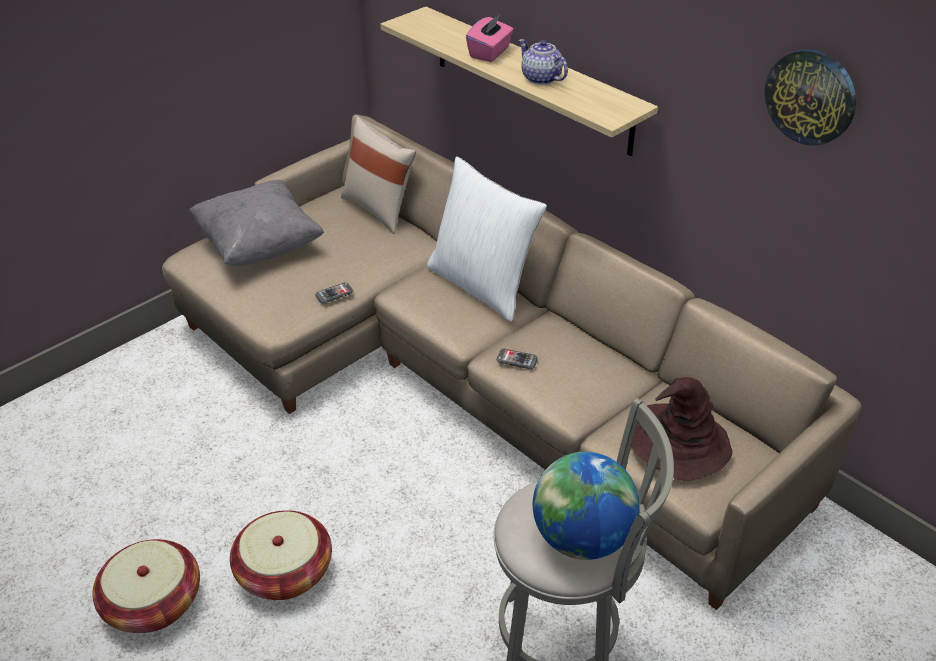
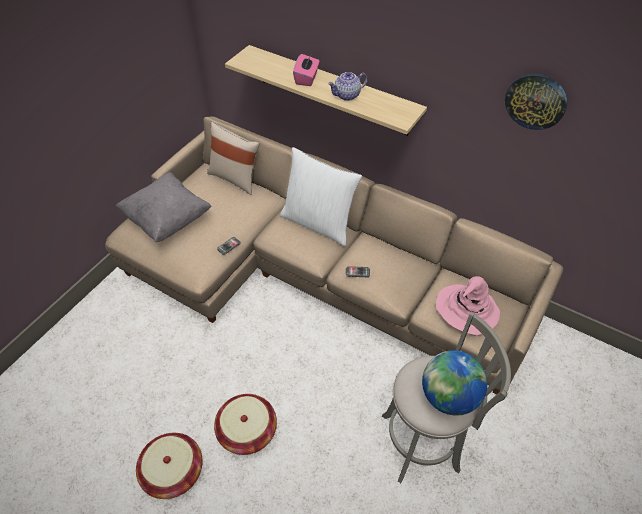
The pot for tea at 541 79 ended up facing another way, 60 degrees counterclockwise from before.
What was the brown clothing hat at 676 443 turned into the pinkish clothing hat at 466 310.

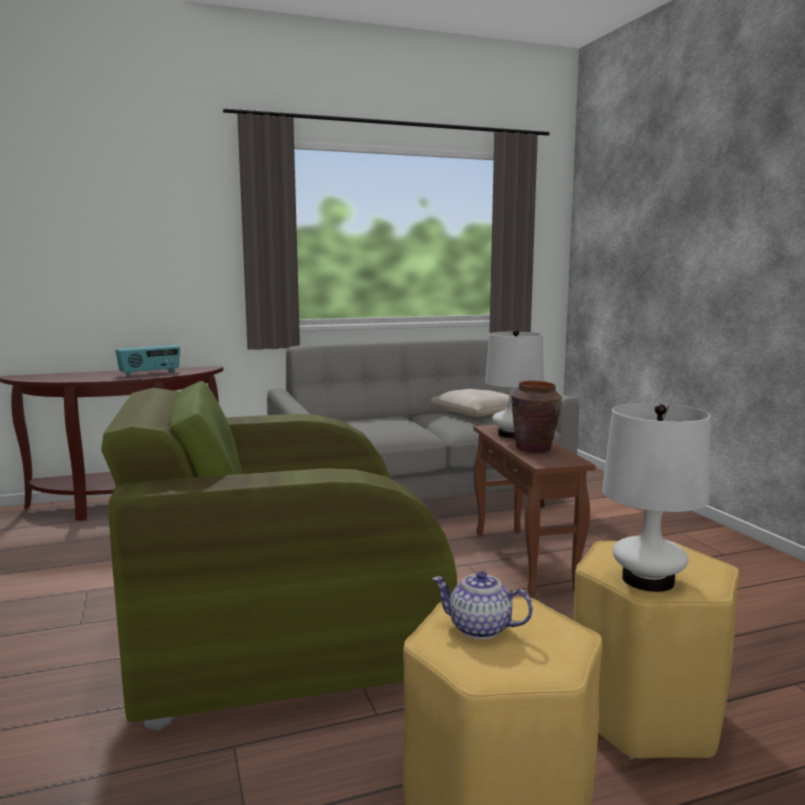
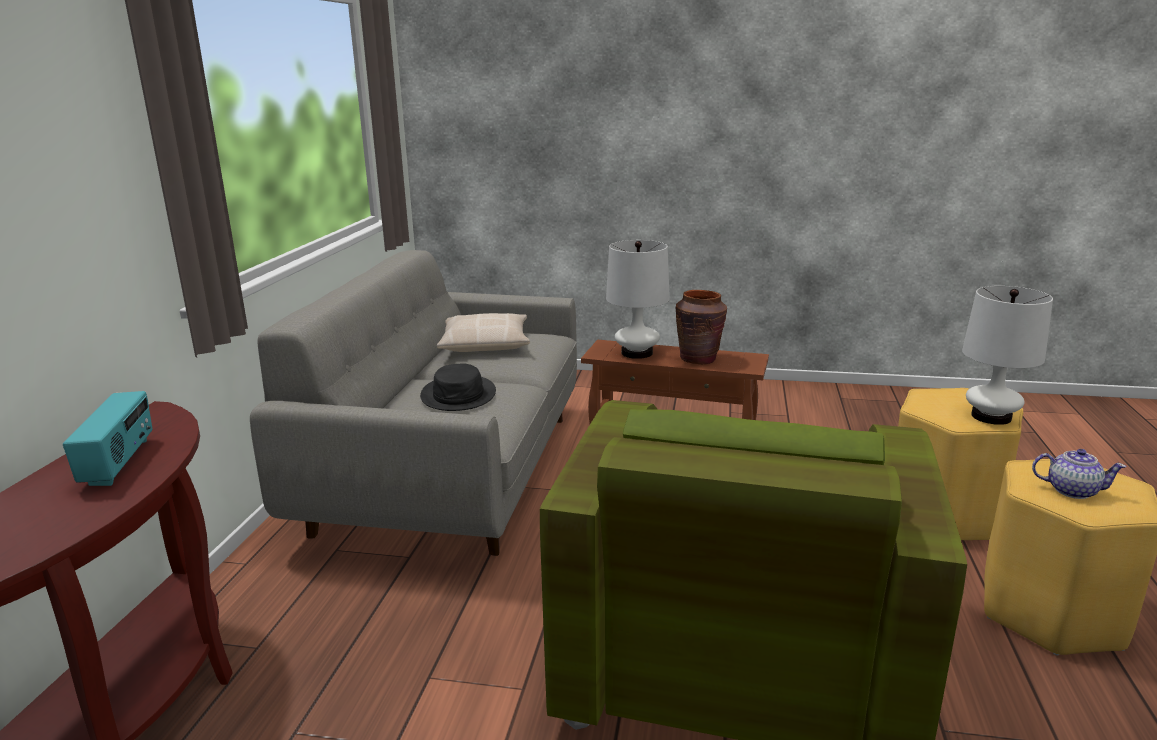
The pot for tea at 480 629 ended up facing another way, 120 degrees counterclockwise from before.
The second view gained the blackish clothing hat at 458 395.

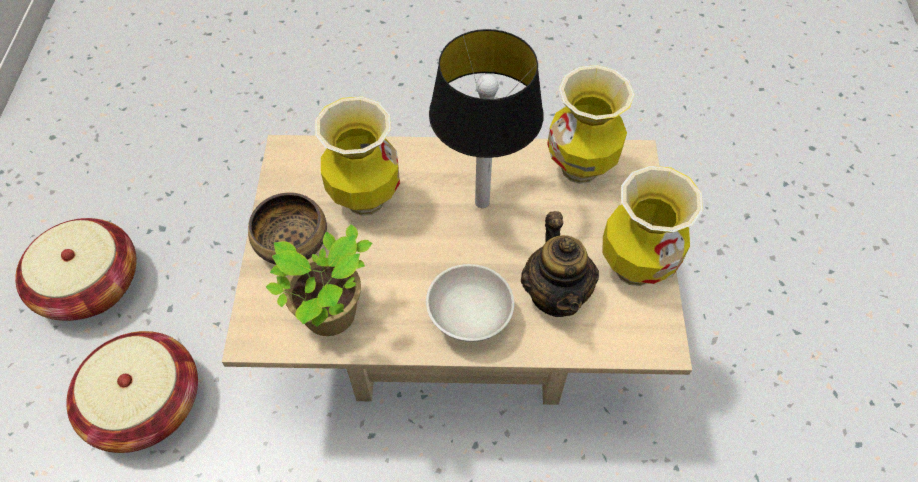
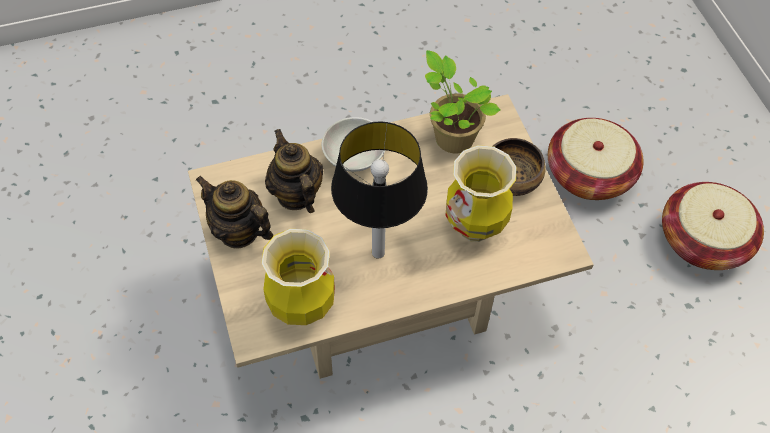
Where the vase stood at 634 267, the pot for tea came to stand at 238 231.

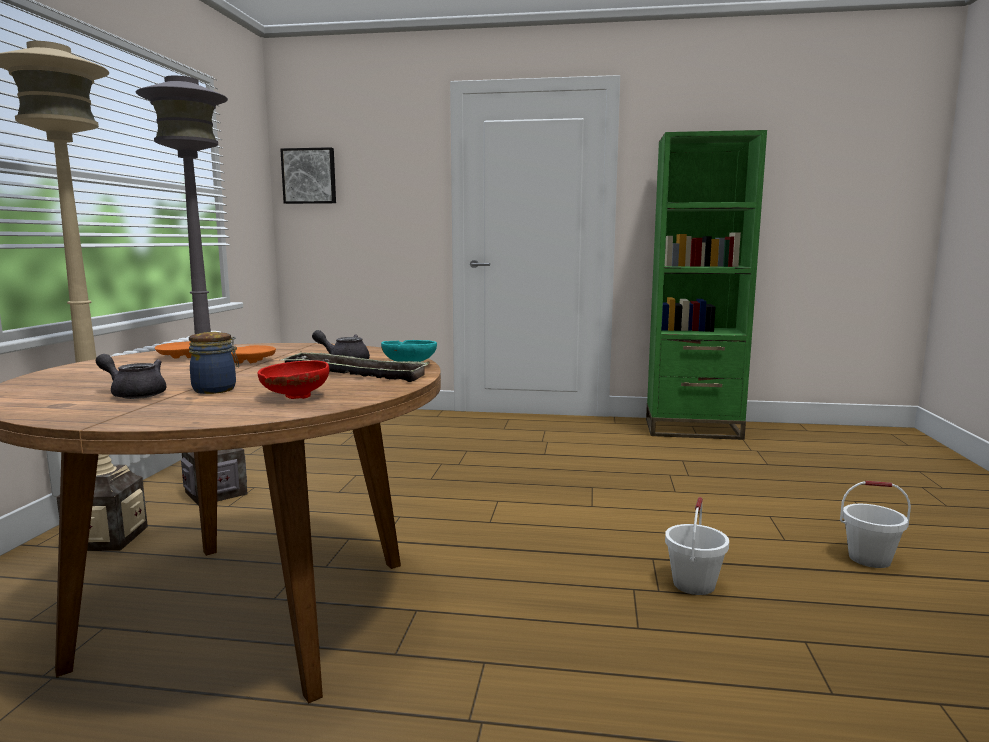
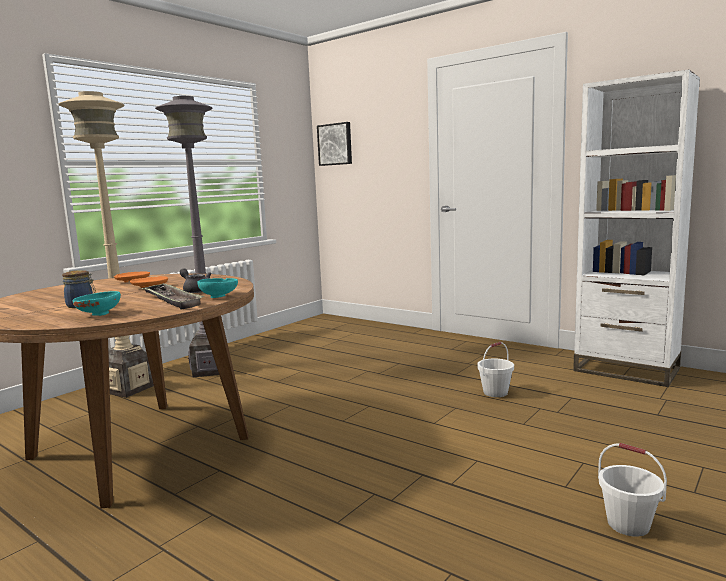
The second view lost the greyish pot for tea at 134 394.
What was the red-coloured serving bowl at 294 397 turned into the turquoise serving bowl at 98 314.
What was the greenish shelving unit at 692 429 turned into the whitish shelving unit at 626 370.
The whitish bucket ended up elsewhere, having gone from 693 584 to 495 392.

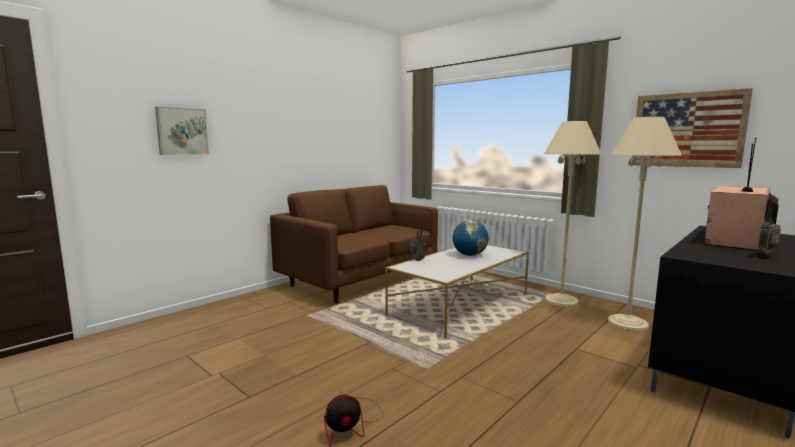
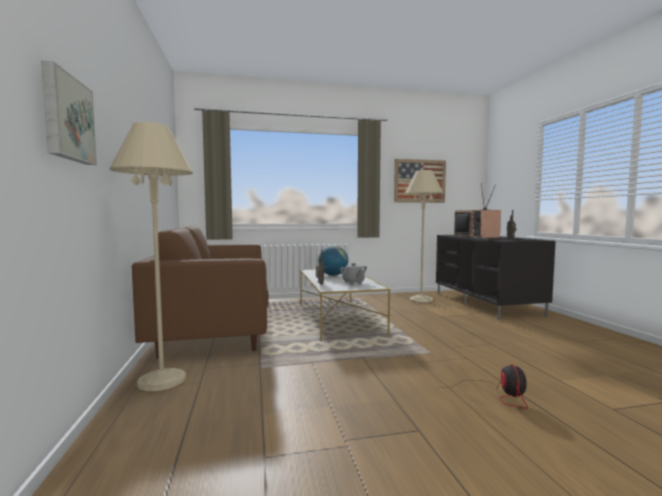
The sand-coloured standard lamp ended up elsewhere, having gone from 561 300 to 161 380.
The second view gained the greyish pot for tea at 353 283.

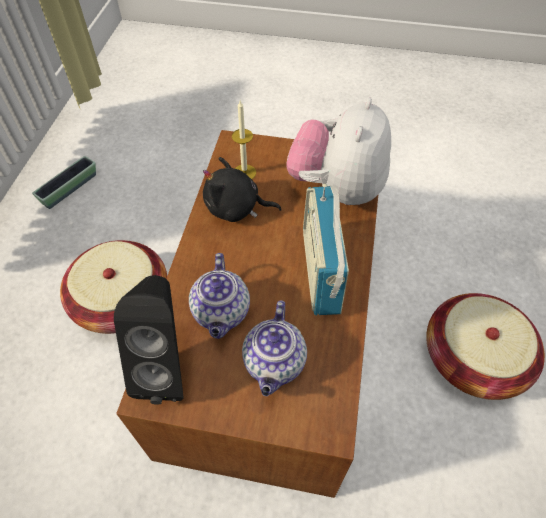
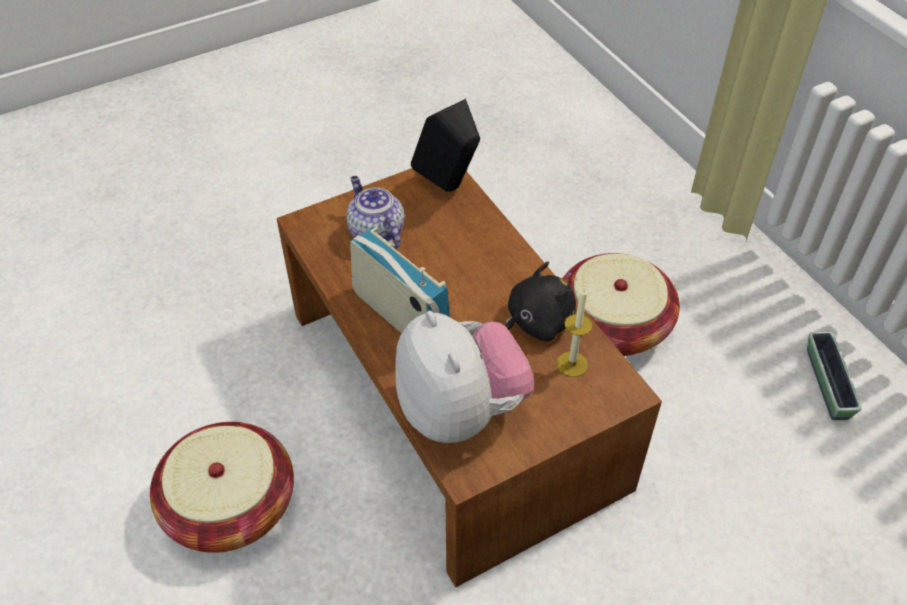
The second view lost the pot for tea at 222 313.

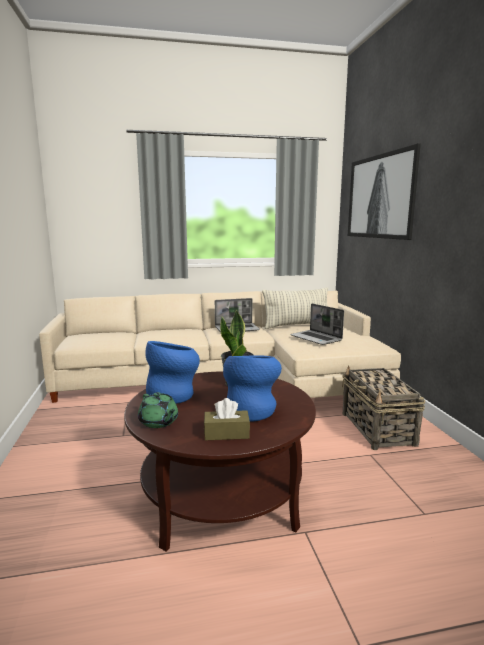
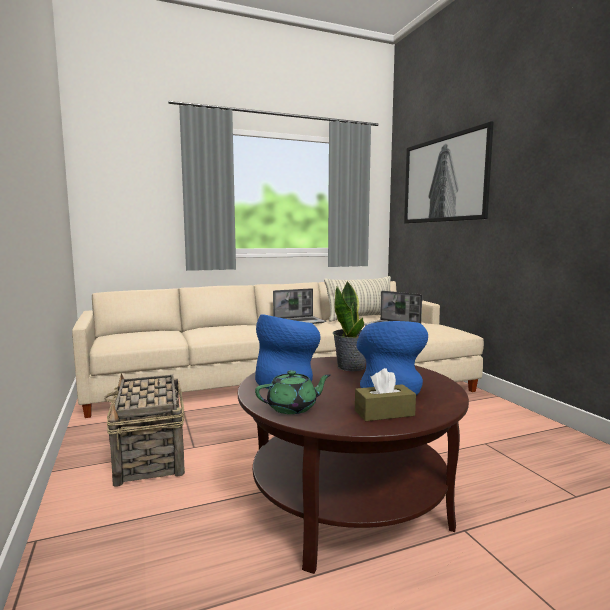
The greenish pot for tea at 159 422 ended up facing another way, 60 degrees counterclockwise from before.
The household basket ended up elsewhere, having gone from 378 429 to 150 456.

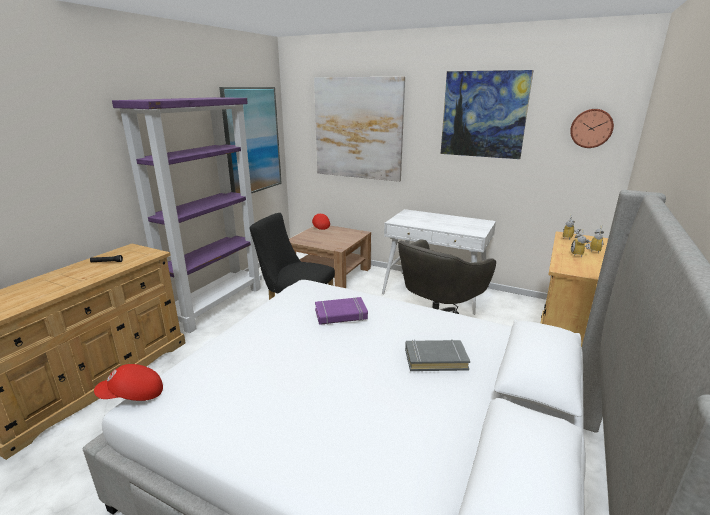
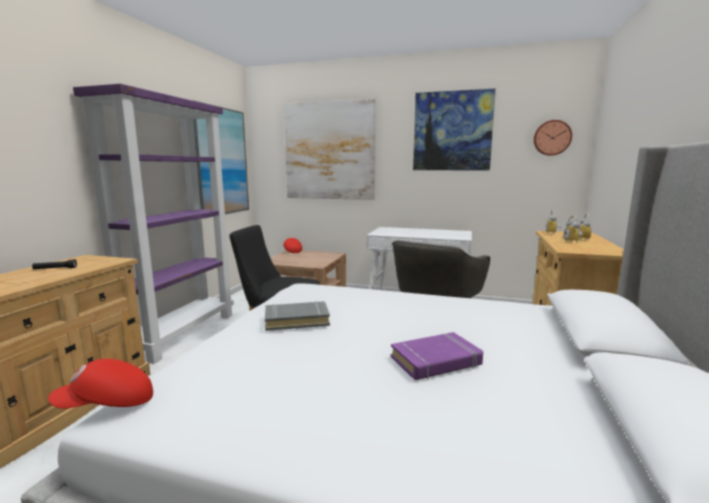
The purple-coloured book ended up elsewhere, having gone from 341 314 to 436 361.
The greyish book ended up elsewhere, having gone from 435 359 to 297 320.

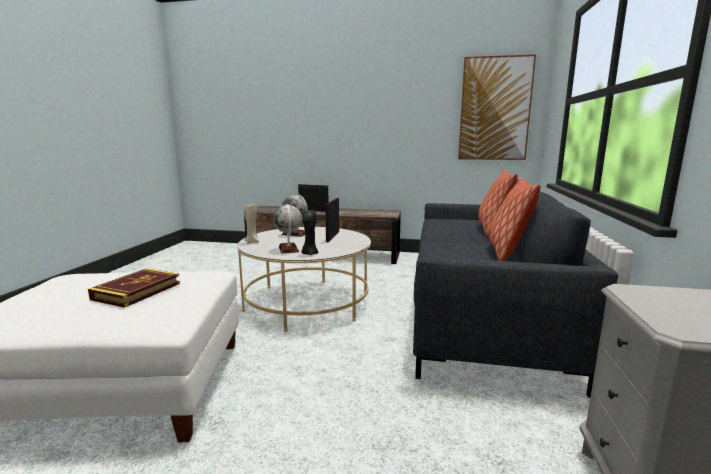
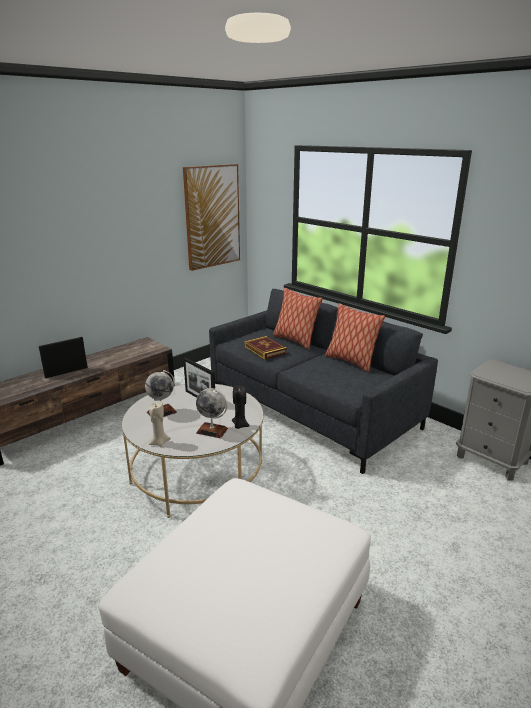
The book ended up elsewhere, having gone from 137 291 to 265 350.

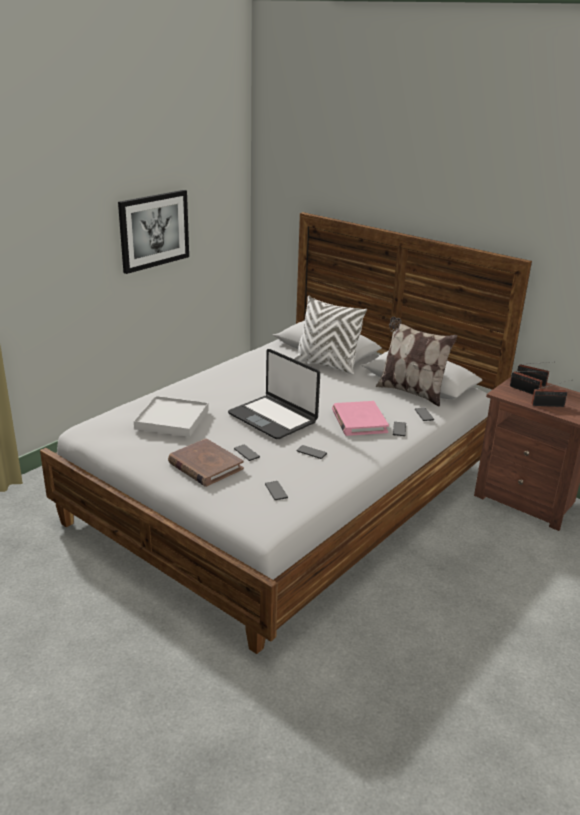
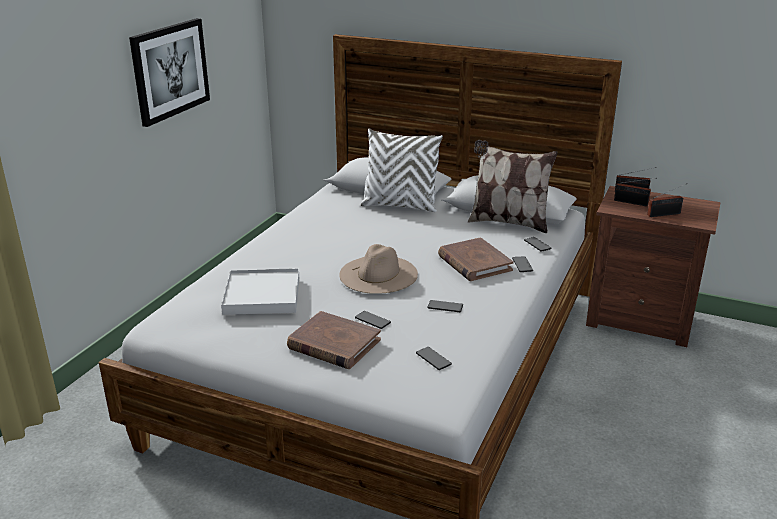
Where the notebook computer stood at 273 418, the sand-coloured clothing hat came to stand at 378 274.
What was the pinkish book at 359 421 turned into the brown book at 474 263.

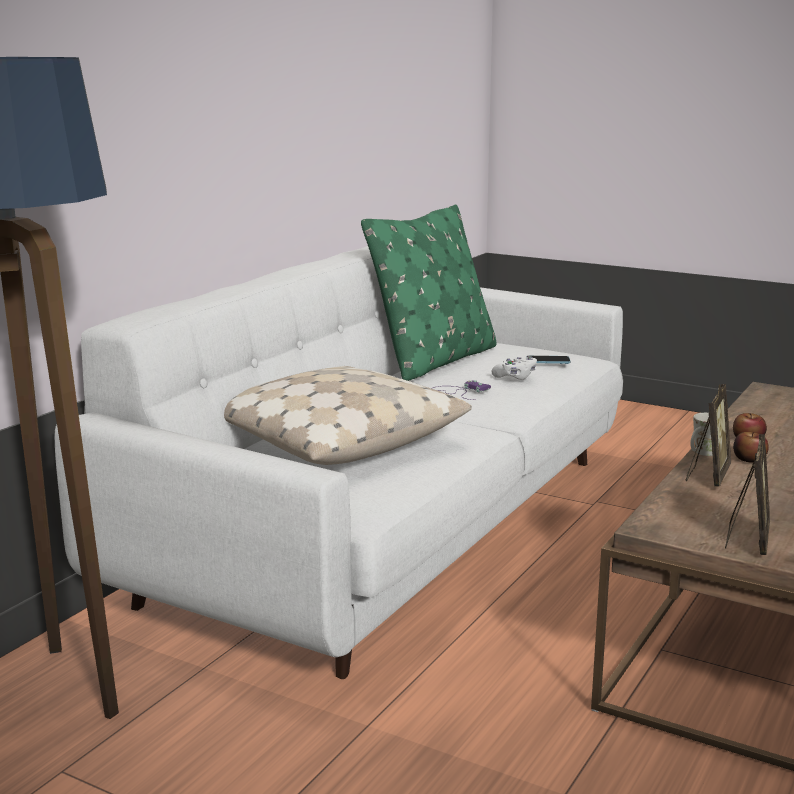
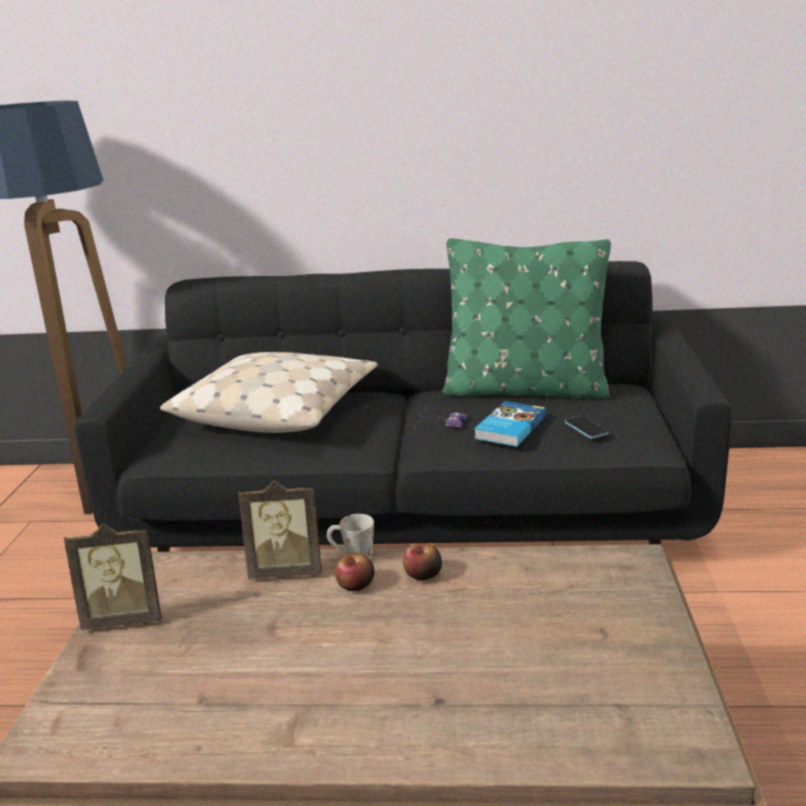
What was the whitish settee at 395 525 turned into the blackish settee at 411 513.
Where the whitish game controller stood at 515 377, the book came to stand at 509 428.

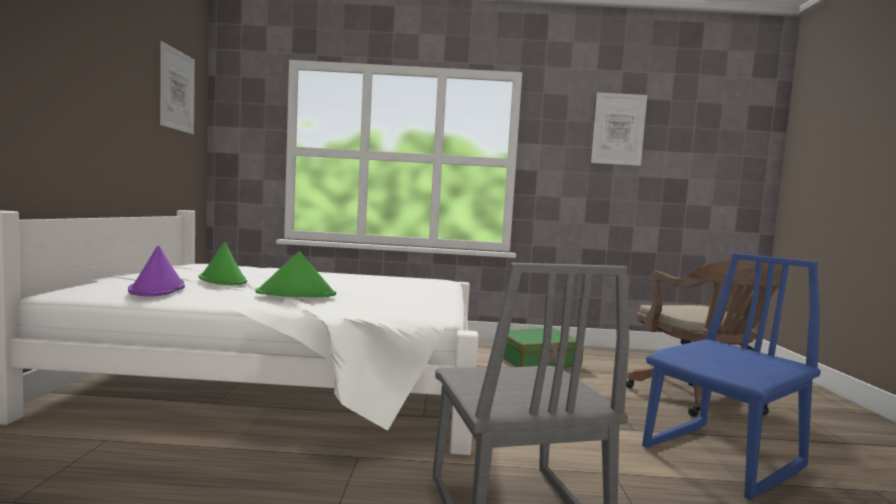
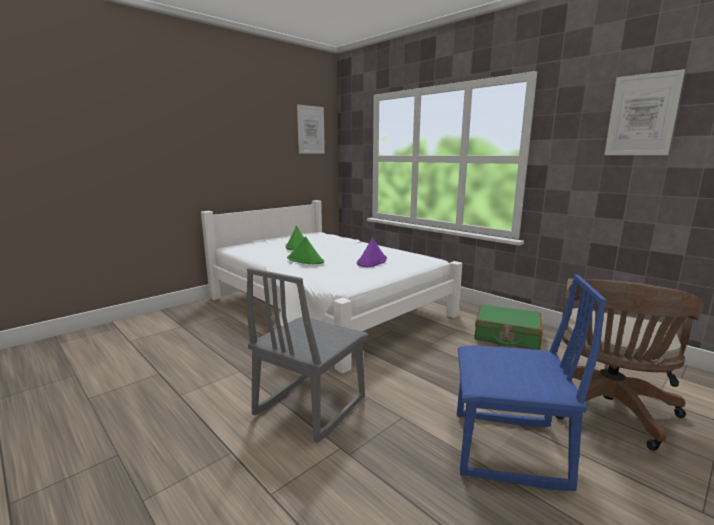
The purple-coloured clothing hat ended up elsewhere, having gone from 157 289 to 372 261.

